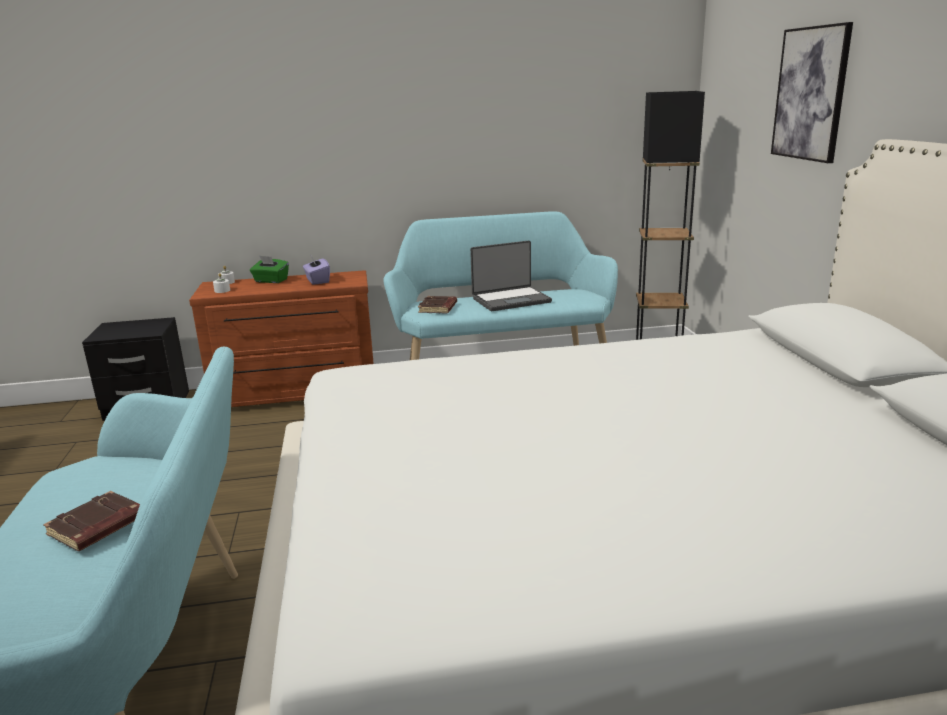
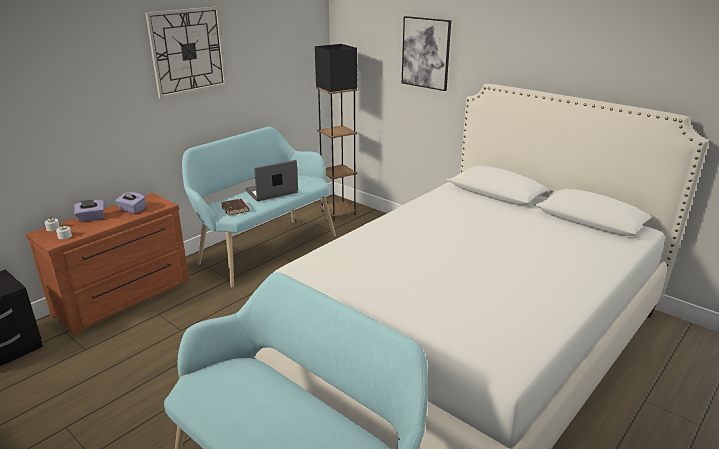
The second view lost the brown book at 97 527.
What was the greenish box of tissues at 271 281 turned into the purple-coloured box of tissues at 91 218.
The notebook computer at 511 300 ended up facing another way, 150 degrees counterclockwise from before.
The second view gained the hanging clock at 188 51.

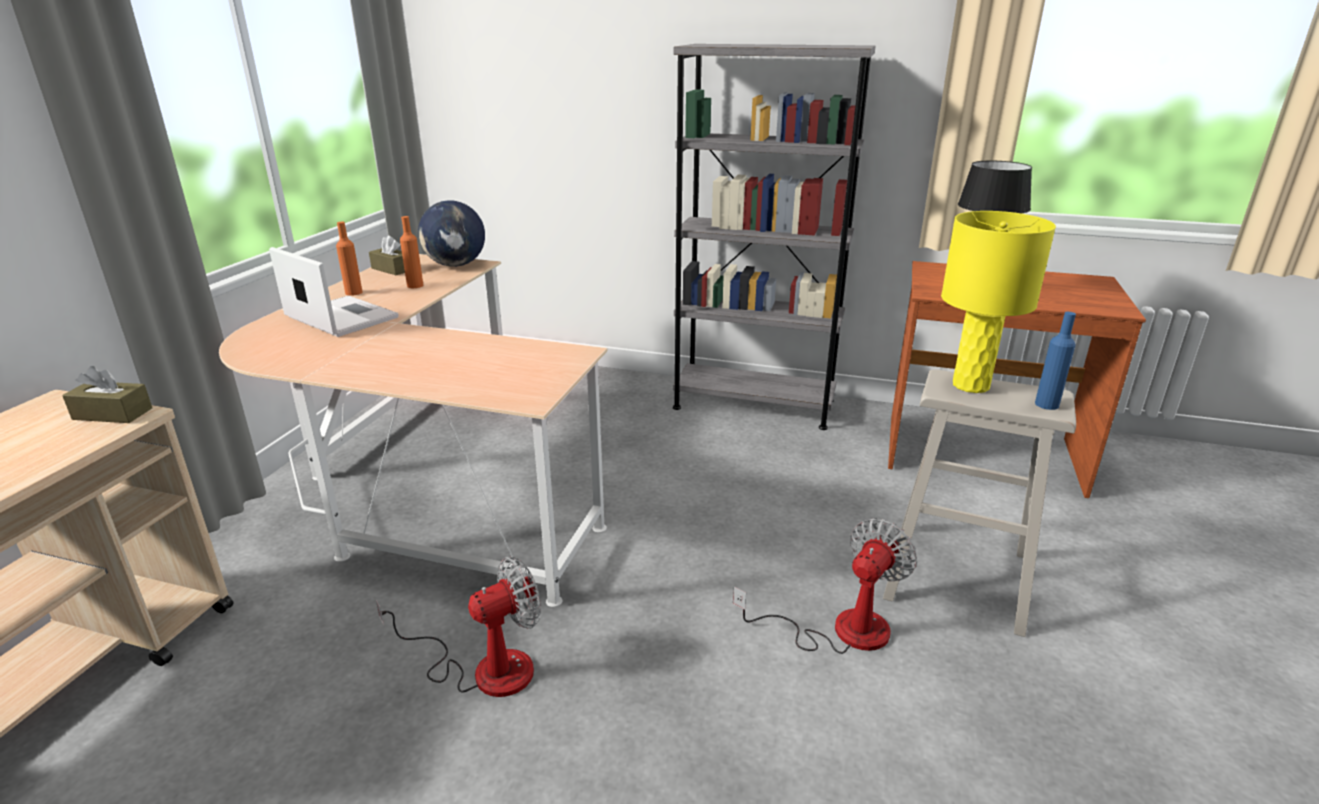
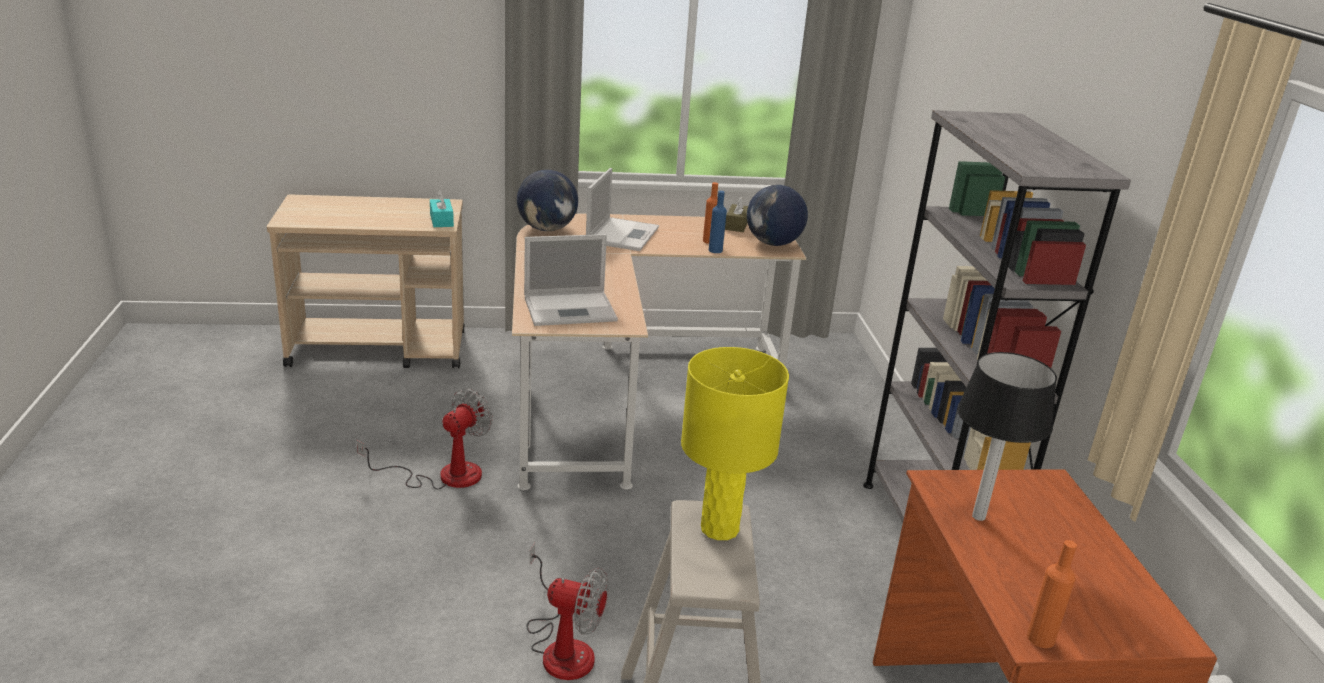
What was the brown box of tissues at 112 414 turned into the turquoise box of tissues at 441 220.
The orange-coloured drink bottle ended up elsewhere, having gone from 354 292 to 1040 638.
The fan at 484 668 ended up facing another way, 90 degrees counterclockwise from before.
The bluish drink bottle ended up elsewhere, having gone from 1046 404 to 715 250.
The second view gained the desk globe at 547 229.
The second view gained the notebook computer at 572 309.

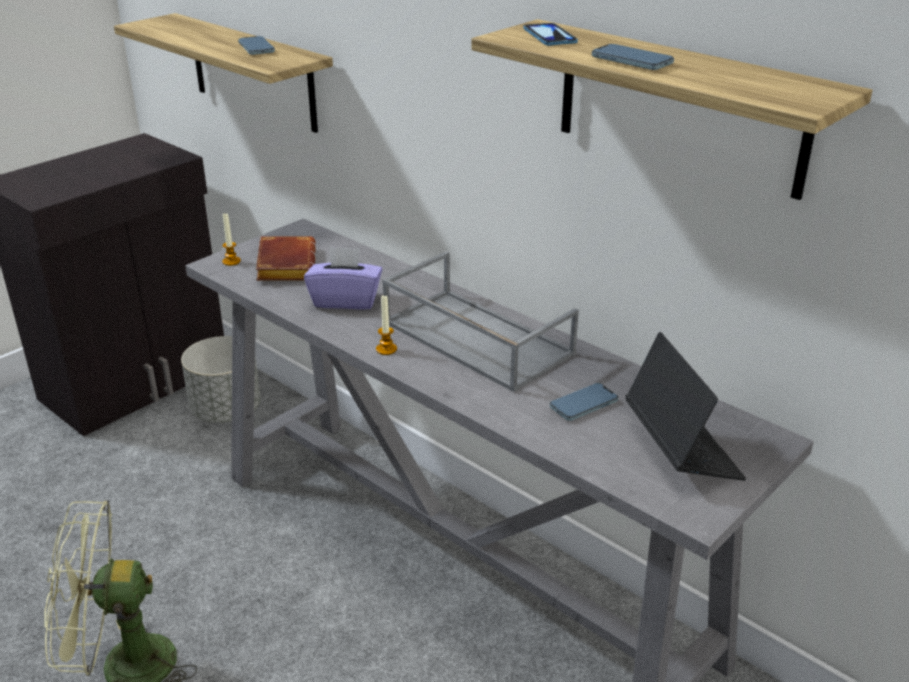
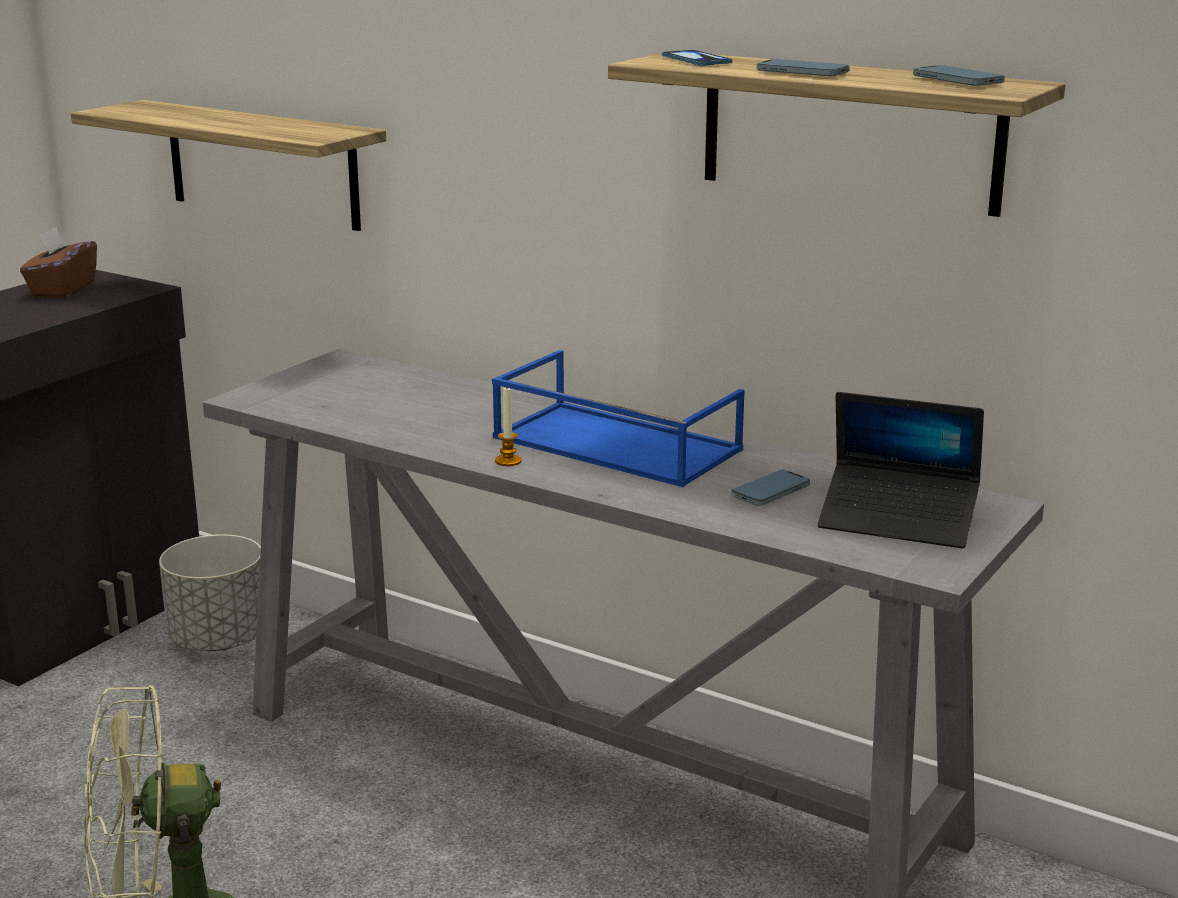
The second view lost the candle at 231 261.
The phone ended up elsewhere, having gone from 256 48 to 957 81.
The second view lost the brown book at 284 265.
The second view lost the purple-coloured box of tissues at 346 300.
What was the greyish serving tray at 474 338 turned into the bluish serving tray at 613 444.
The notebook computer at 681 449 ended up facing another way, 135 degrees clockwise from before.
The second view gained the brown box of tissues at 62 290.

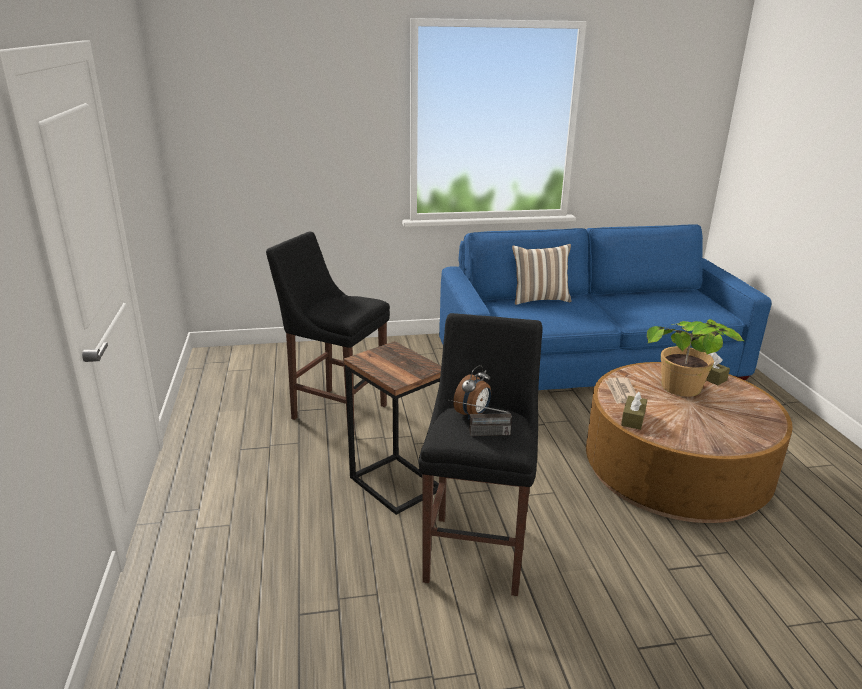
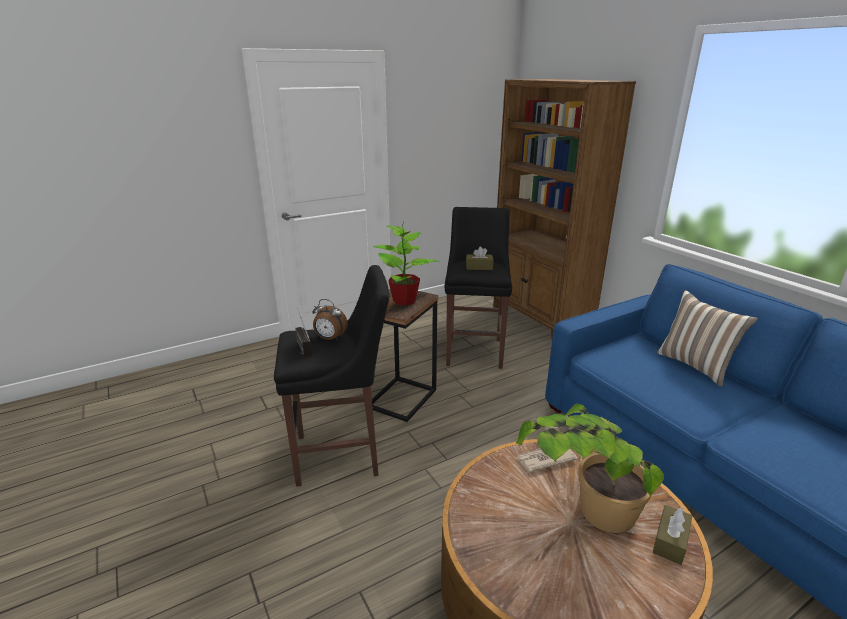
The brown box of tissues ended up elsewhere, having gone from 633 419 to 479 267.
The second view gained the potted plant at 405 300.
The second view gained the brown shelving unit at 540 319.

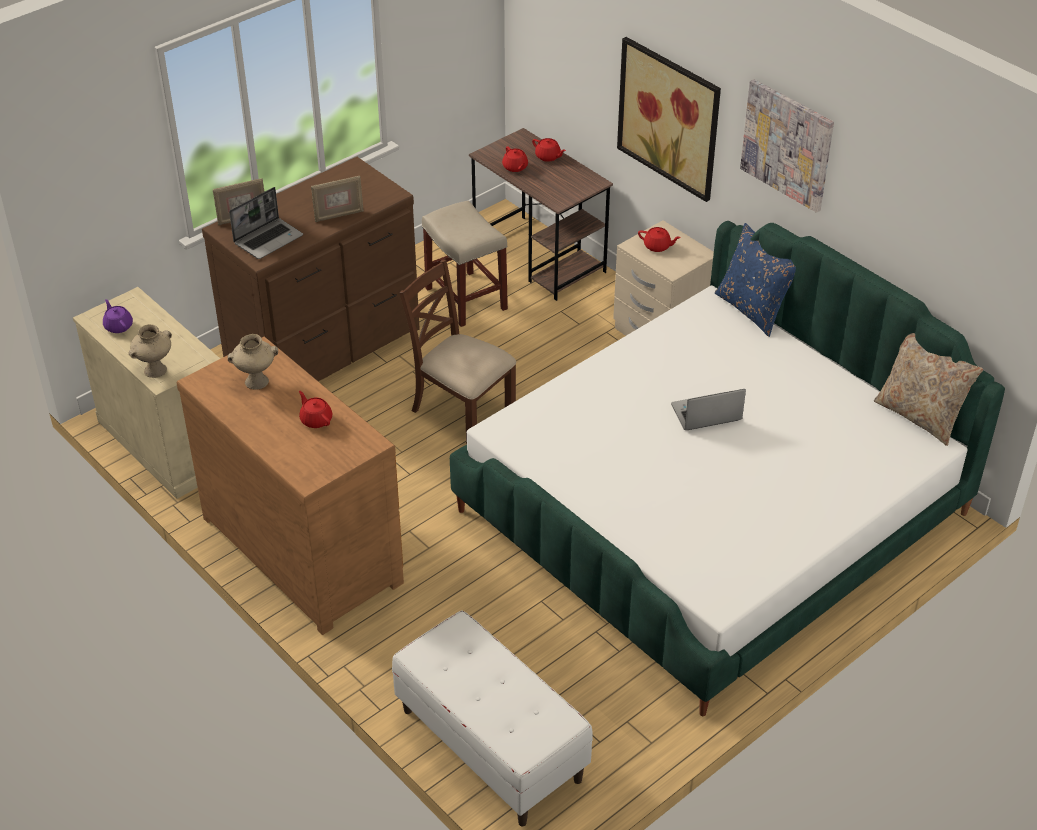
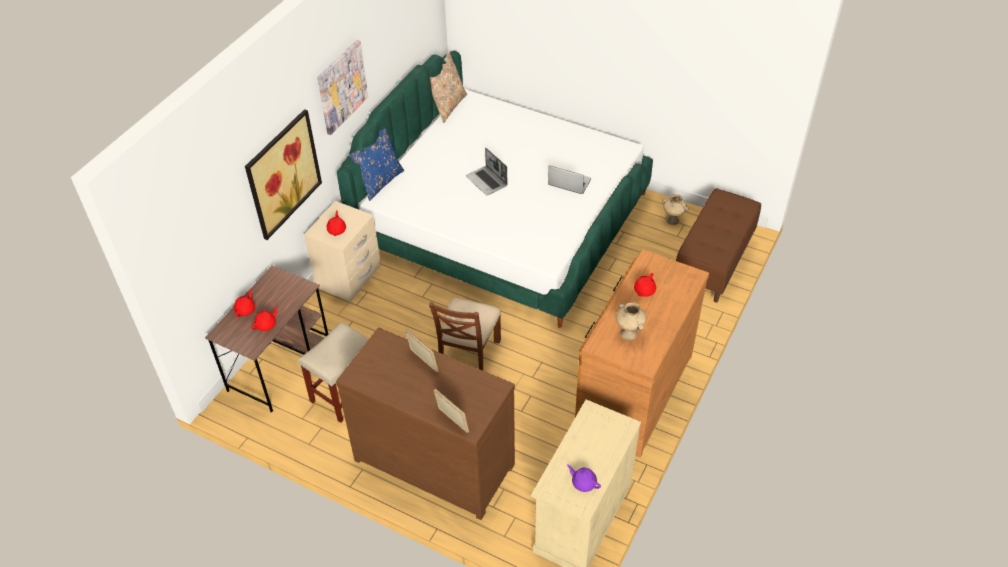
The purple-coloured pot for tea at 118 326 ended up facing another way, 90 degrees clockwise from before.
The sand-coloured vase ended up elsewhere, having gone from 155 371 to 673 220.
The notebook computer ended up elsewhere, having gone from 268 239 to 568 182.
What was the whitish long seat at 490 745 turned into the brown long seat at 713 262.

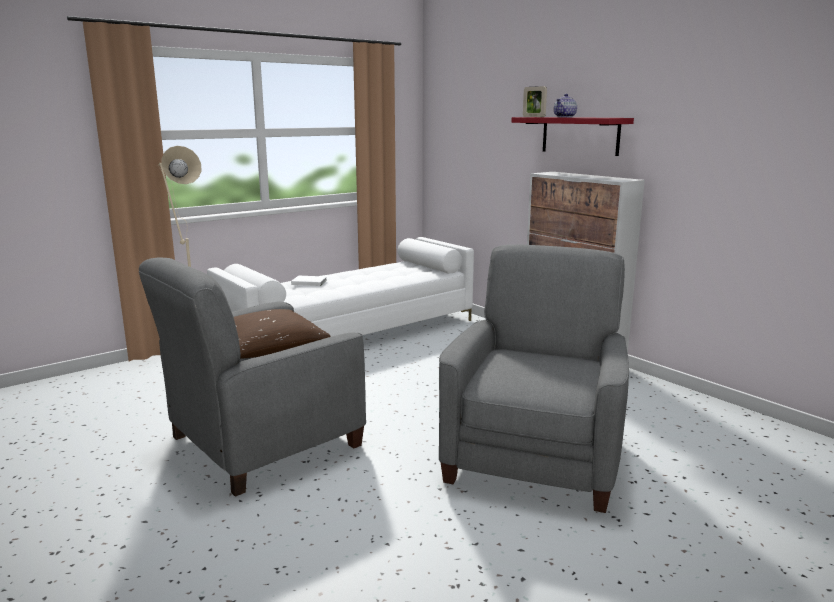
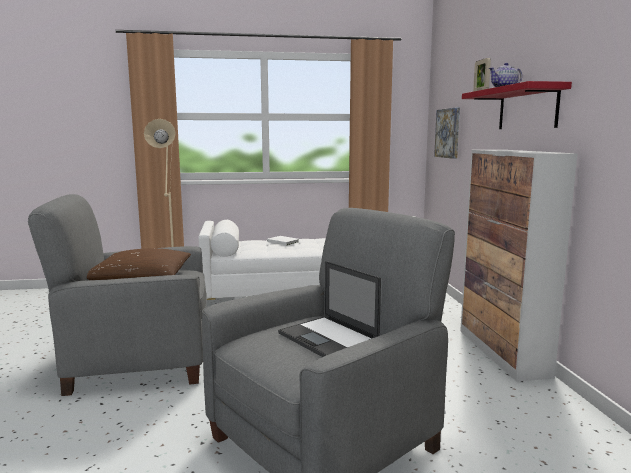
The second view gained the notebook computer at 329 338.
The second view gained the wall picture at 448 133.

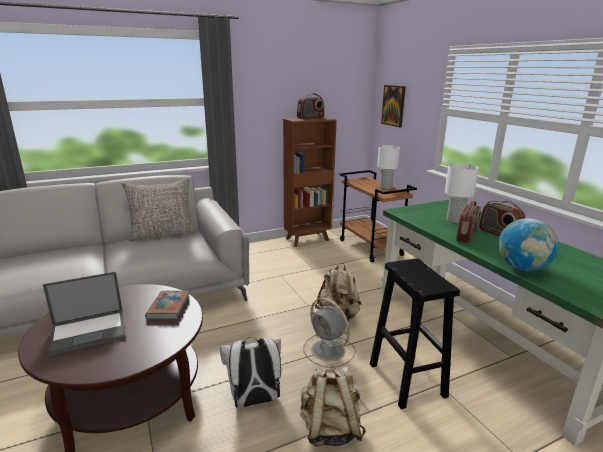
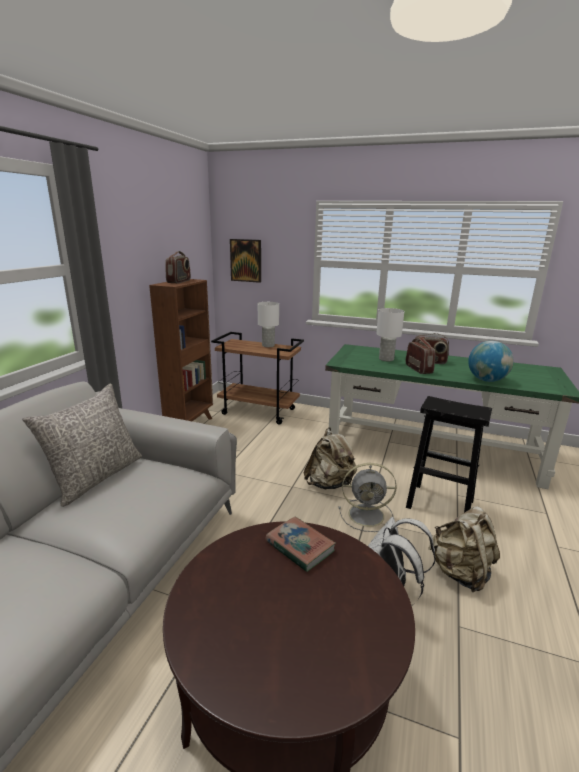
The second view lost the notebook computer at 89 331.

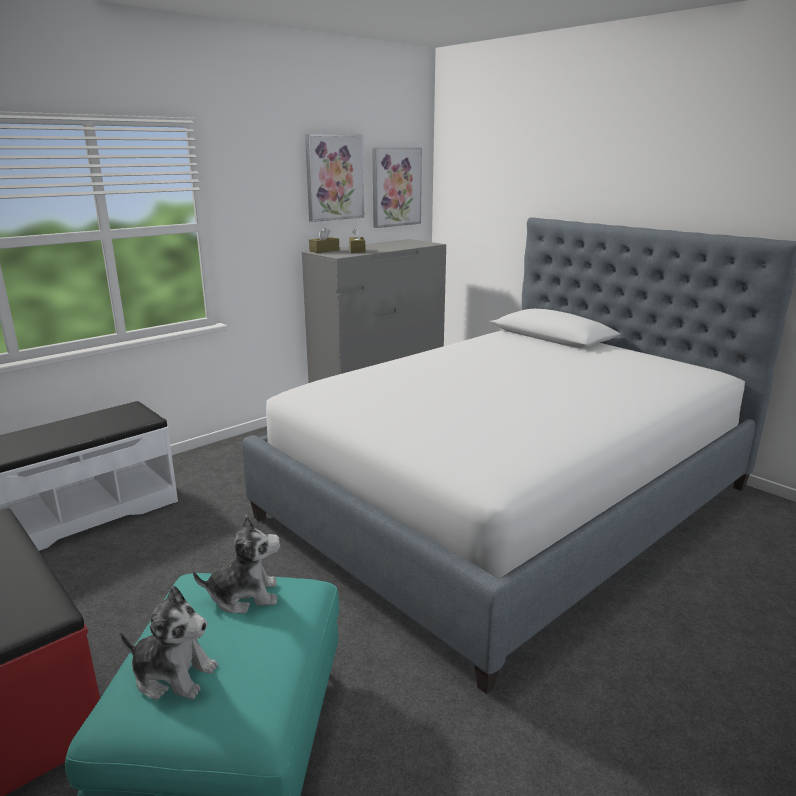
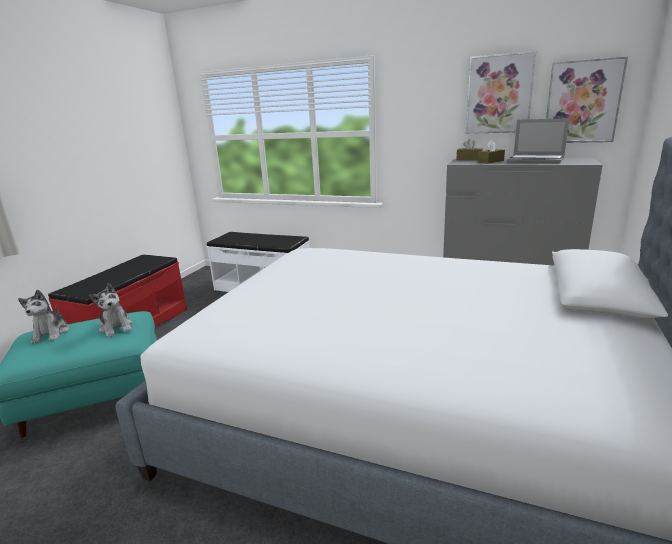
The second view gained the notebook computer at 536 160.

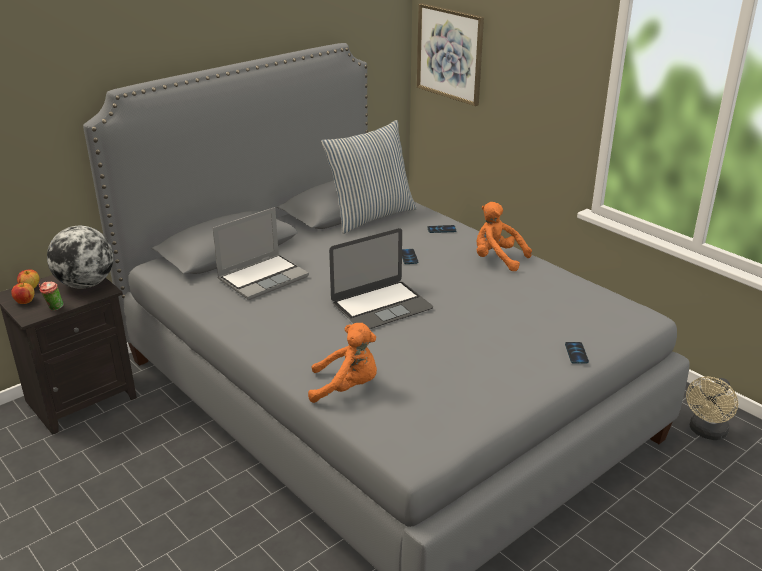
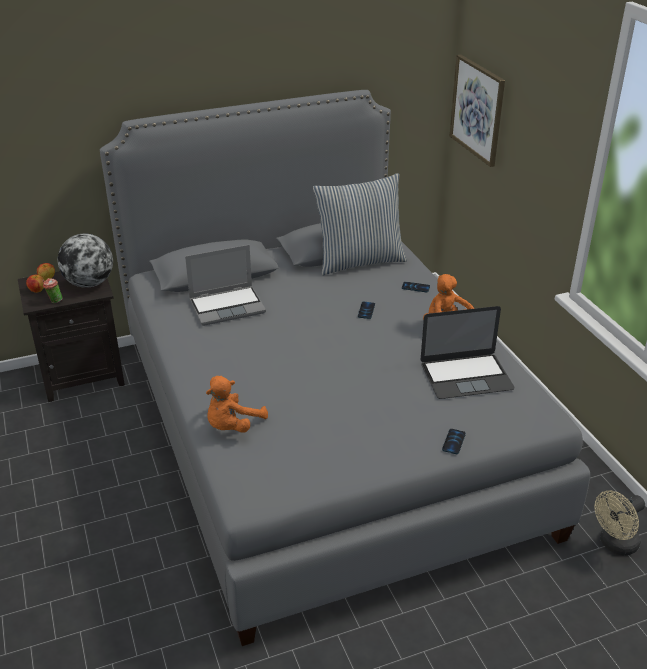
The orange-coloured plush toy at 347 387 ended up facing another way, 105 degrees clockwise from before.
The notebook computer ended up elsewhere, having gone from 381 305 to 466 376.

